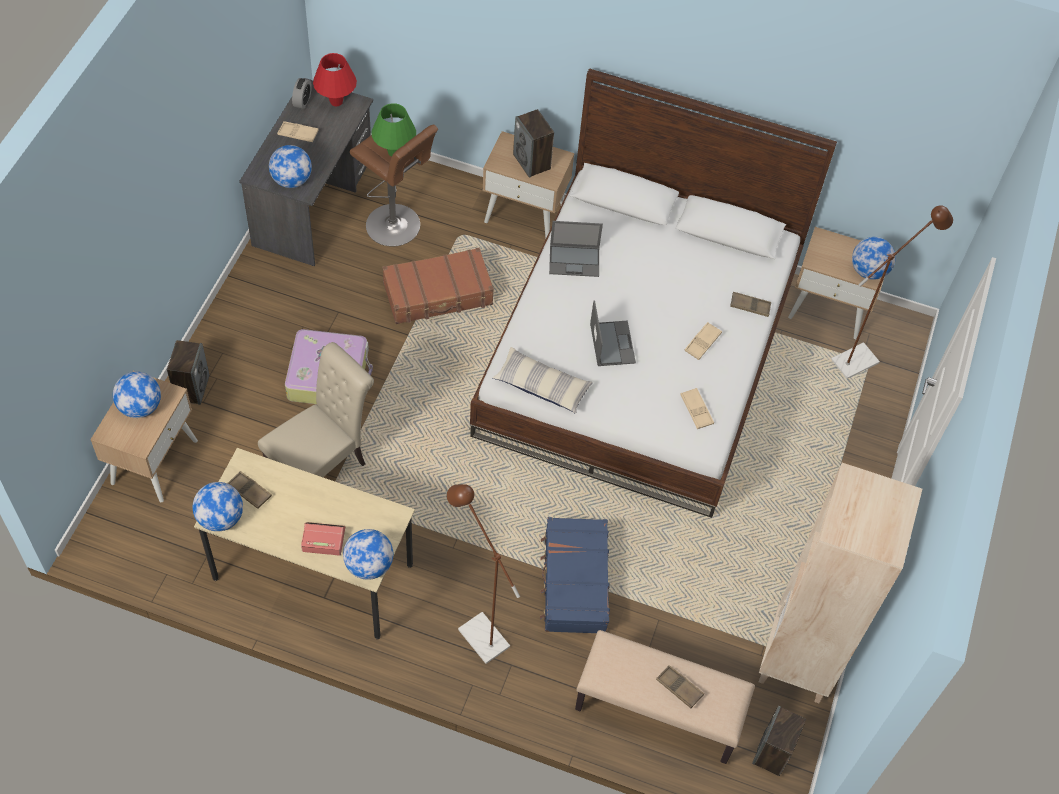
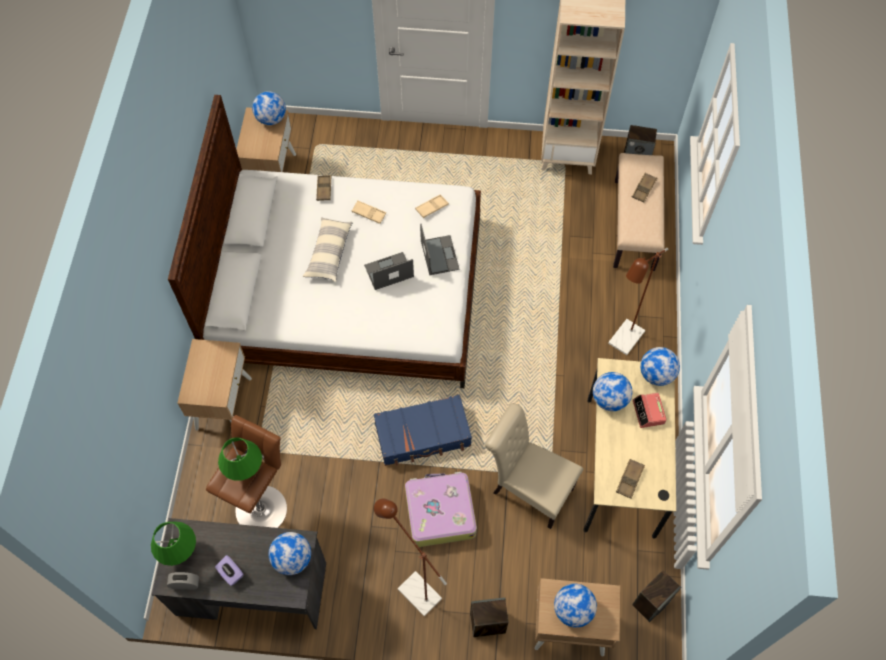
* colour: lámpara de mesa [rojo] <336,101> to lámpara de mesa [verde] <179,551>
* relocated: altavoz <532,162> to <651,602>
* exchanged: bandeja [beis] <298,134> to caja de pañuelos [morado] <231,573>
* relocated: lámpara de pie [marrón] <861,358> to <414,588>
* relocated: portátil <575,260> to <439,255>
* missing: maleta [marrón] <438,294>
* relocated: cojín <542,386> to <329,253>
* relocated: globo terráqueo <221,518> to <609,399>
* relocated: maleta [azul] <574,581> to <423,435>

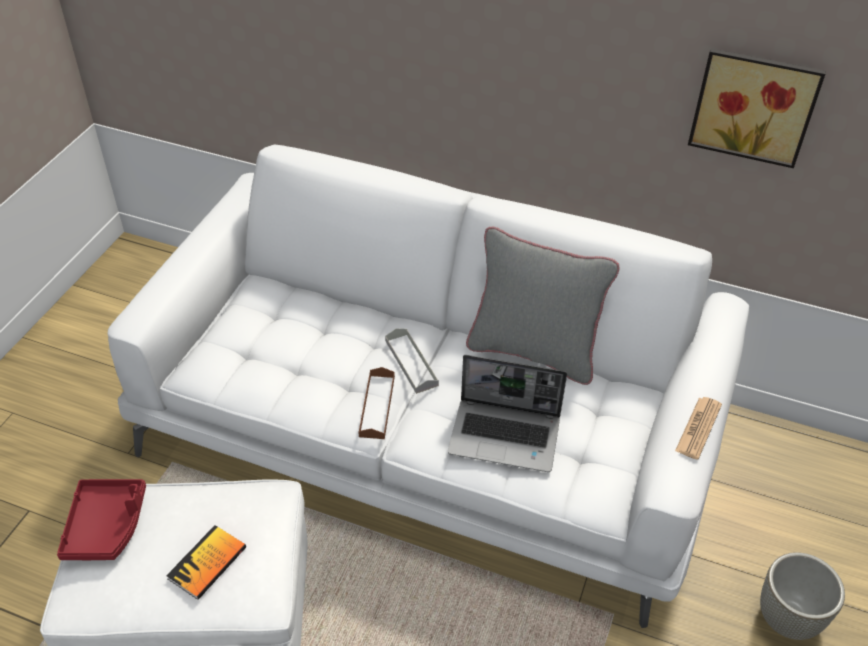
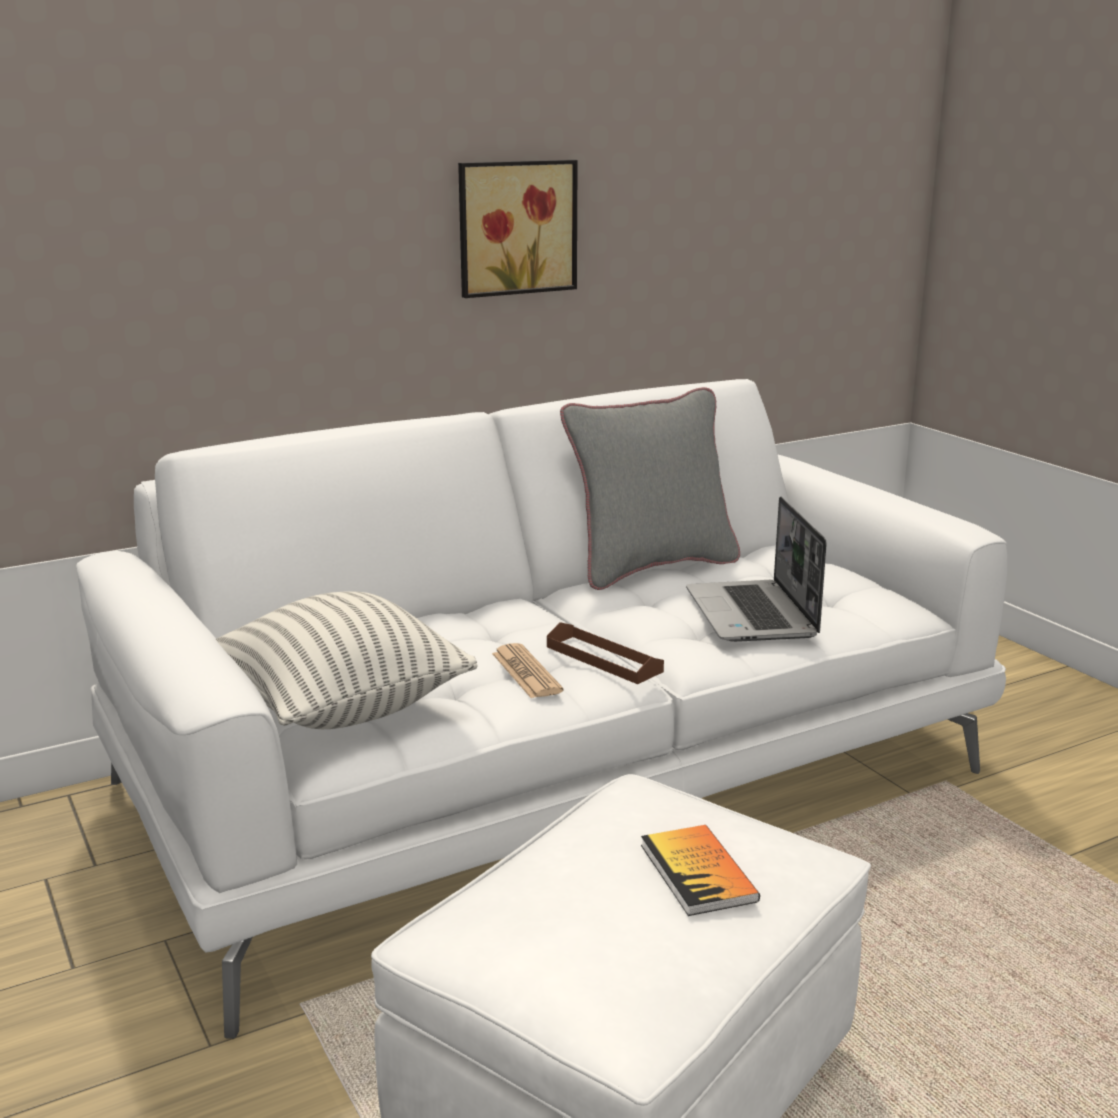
* relocated: cuadro <754,105> to <515,227>
* missing: bandeja [gris] <411,363>
* spun: portátil <506,436> = <753,615> 120 degrees clockwise
* relocated: periódico <698,428> to <526,672>
* missing: bandeja [rojo] <106,526>
* missing: maceta [gris] <787,619>
* appeared: cojín <340,708>

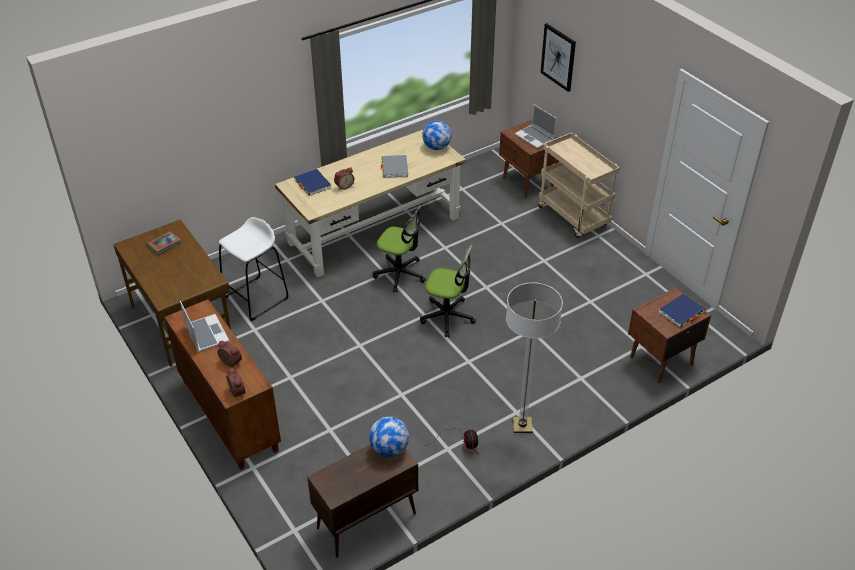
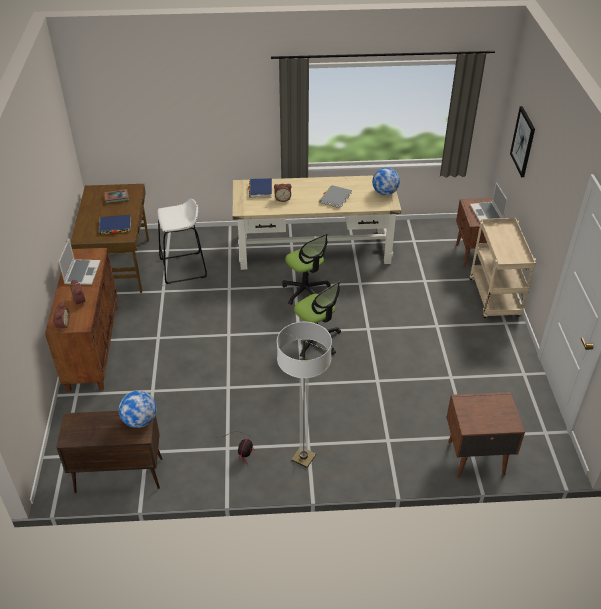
* relocated: libro [azul] <681,312> to <115,226>

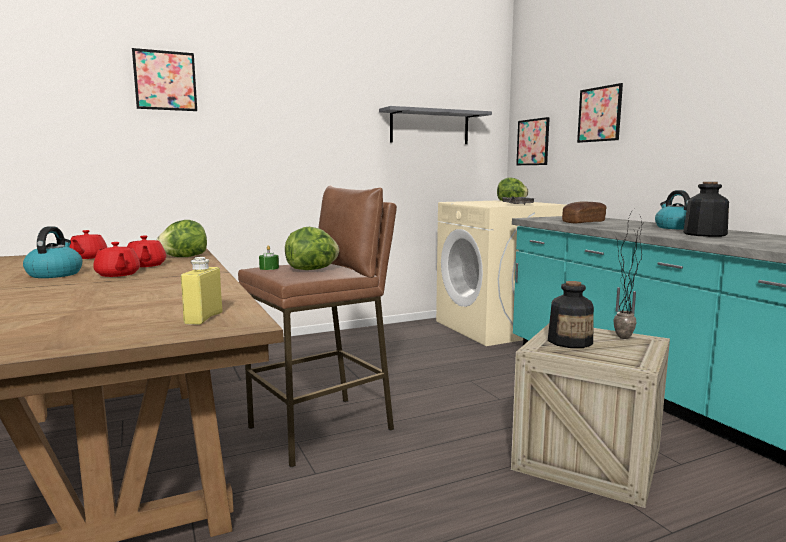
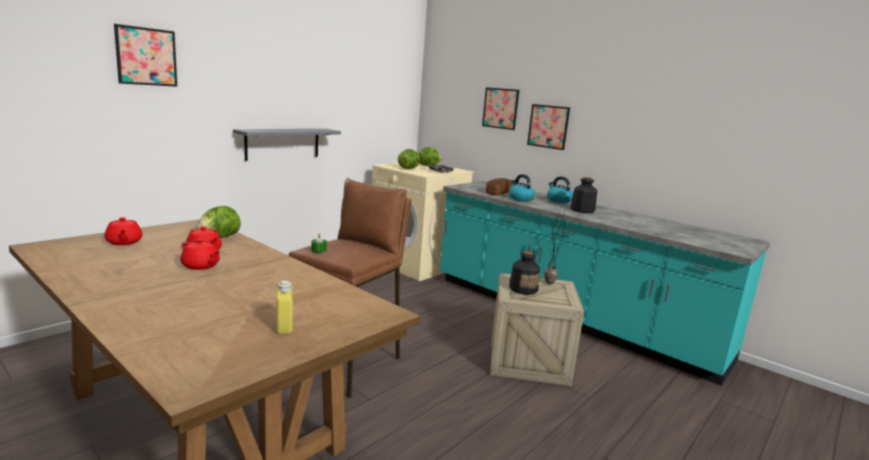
* relocated: estante [gris] <429,127> to <283,143>
* relocated: cuadro <533,142> to <548,126>
* relocated: hervidor <55,274> to <520,199>
* relocated: lechuga <313,269> to <409,168>
* relocated: botella [amarillo] <203,318> to <284,325>

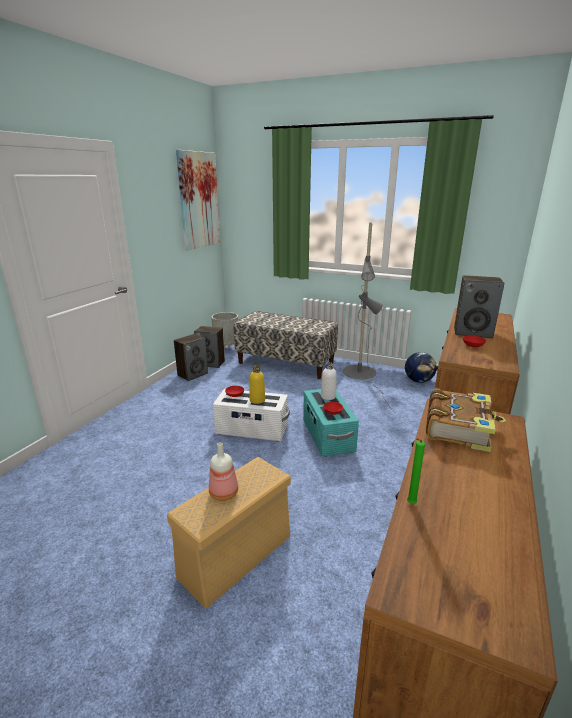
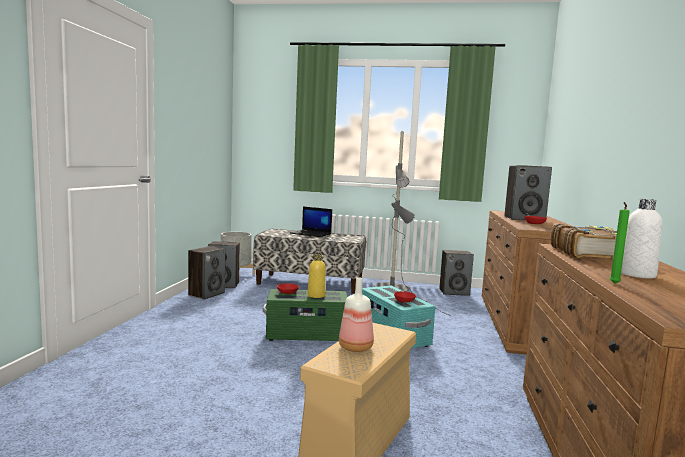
* missing: cuadro <198,200>
* exchanged: globo terráqueo <418,381> to altavoz <454,292>
* relocated: botella [blanco] <328,396> to <637,274>
* colour: caja de almacenaje [blanco] <252,430> to caja de almacenaje [verde] <306,335>
* appeared: portátil <311,234>

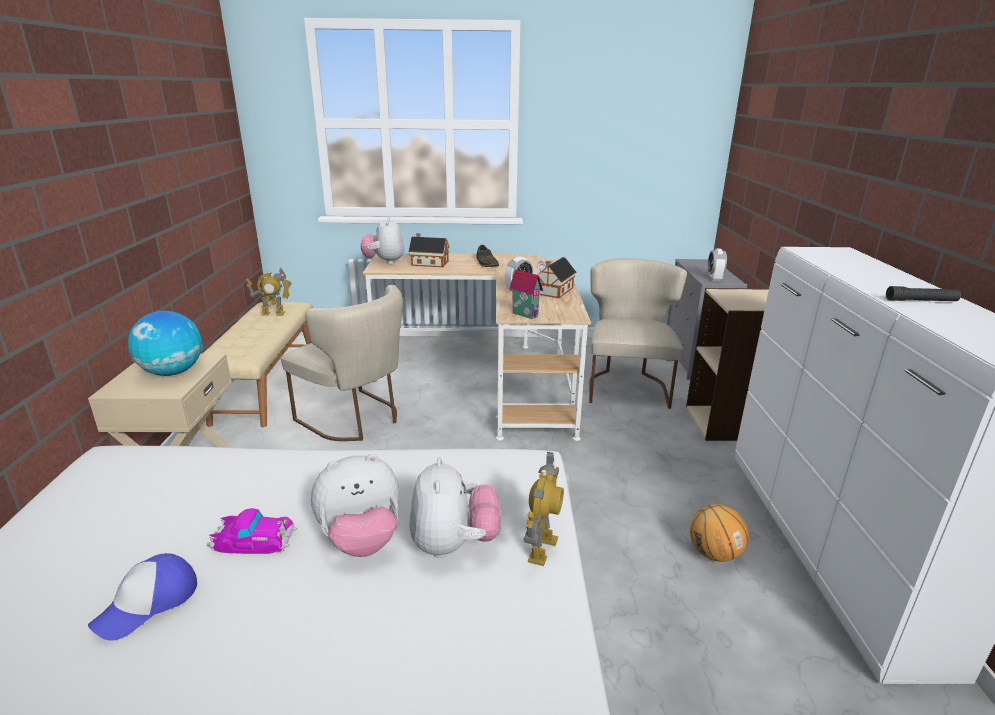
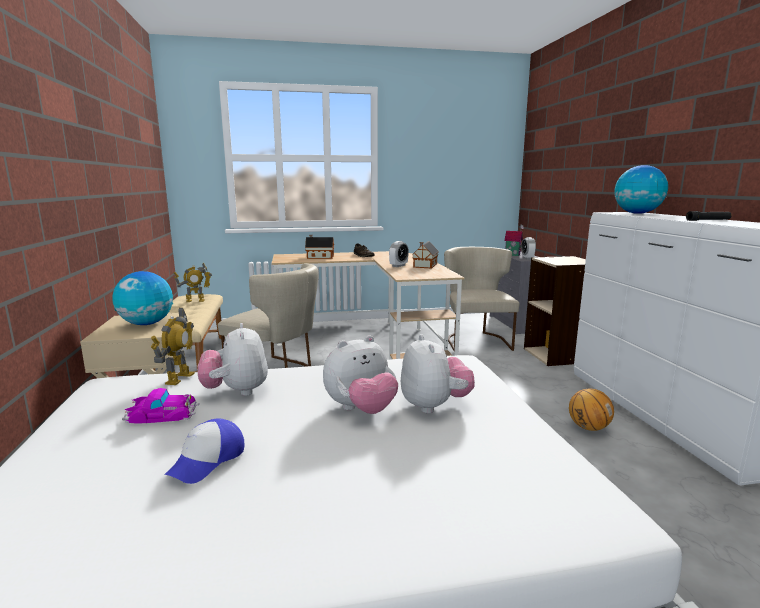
* relocated: peluche <384,262> to <236,391>
* relocated: casita <526,314> to <512,255>
* relocated: robot de juguete <541,549> to <179,378>
* relocated: coche de juguete <253,539> to <162,414>
* appeared: globo terráqueo <637,213>

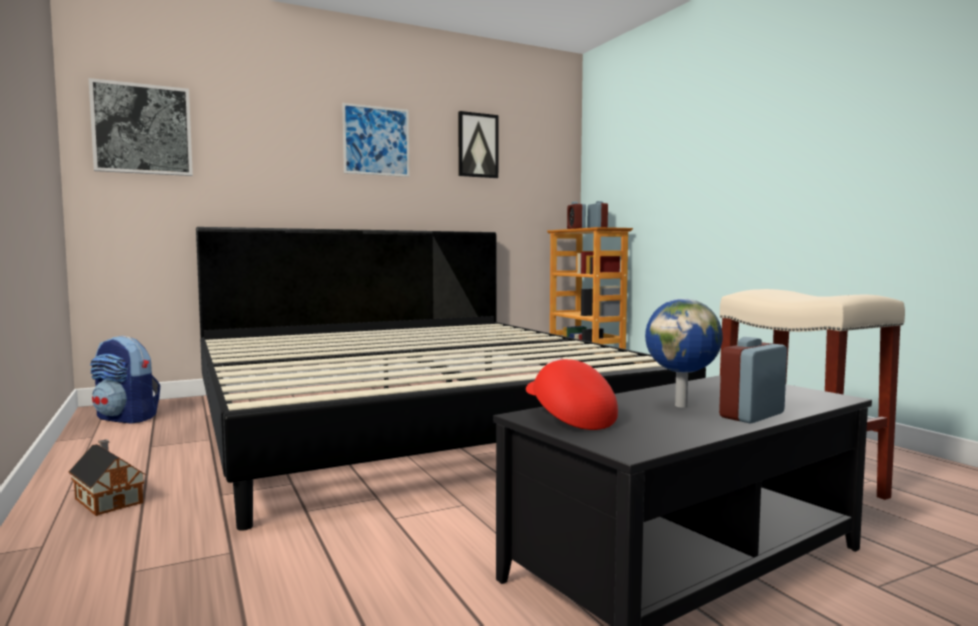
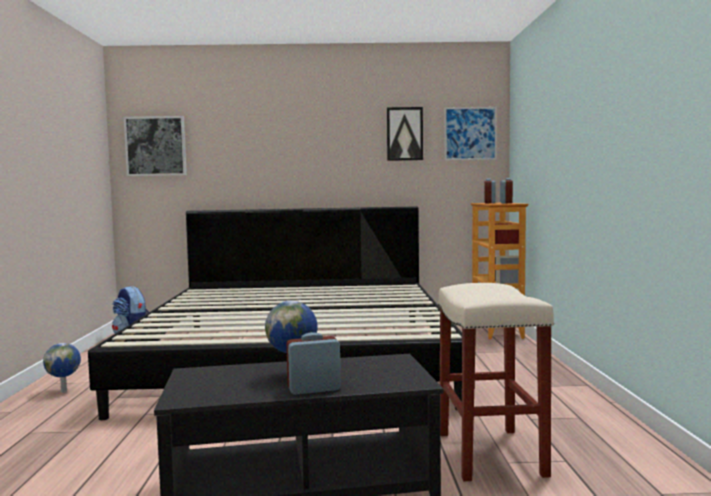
* relocated: cuadro <376,141> to <470,133>
* missing: gorra [rojo] <568,418>
* exchanged: casita <108,499> to globo terráqueo <64,391>

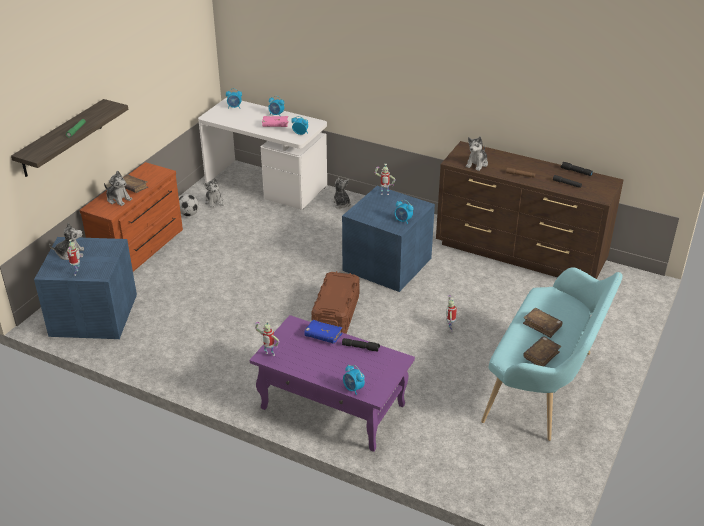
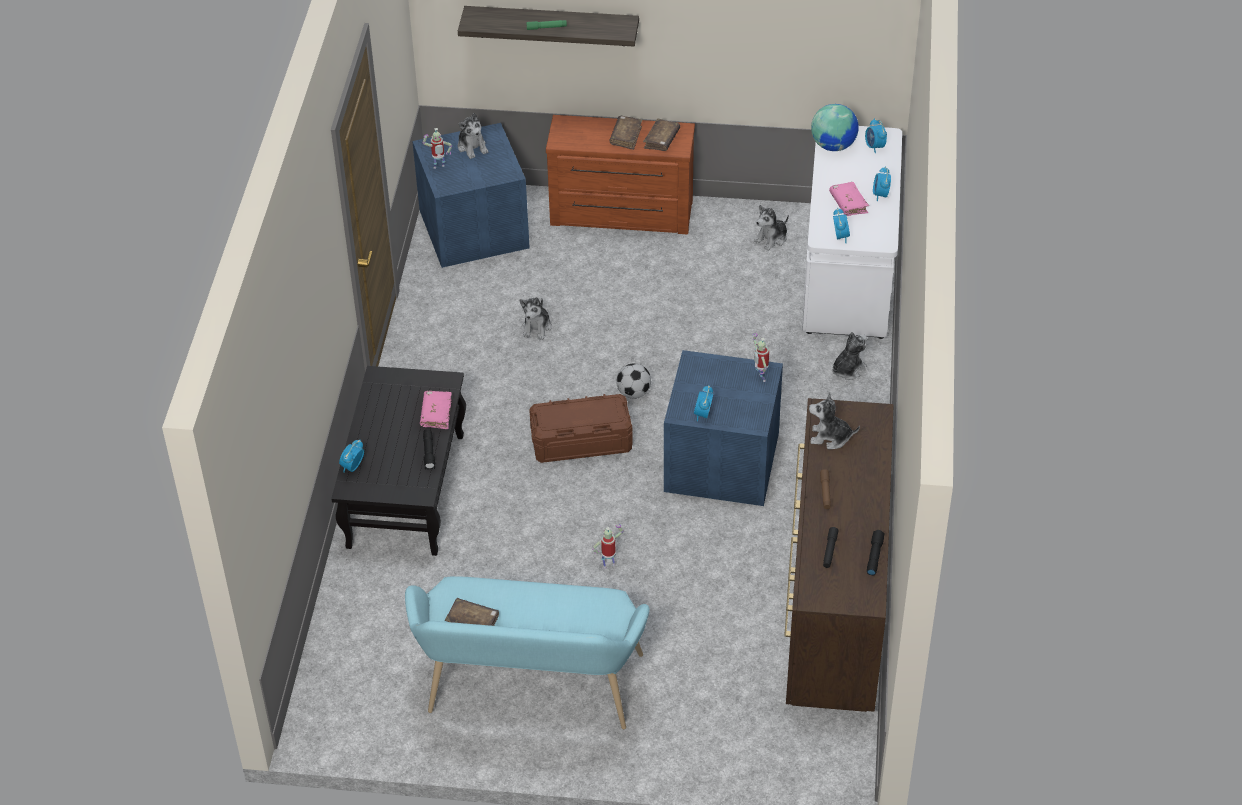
* relocated: peluche <118,199> to <537,327>
* relocated: balón de fútbol <188,214> to <634,393>
* relocated: libro [marrón] <542,326> to <661,140>
* colour: mesa de centro [morado] <334,407> to mesa de centro [negro] <406,491>
* colour: libro [azul] <323,336> to libro [rosa] <436,414>
* missing: robot de juguete <269,355>
* appeared: globo terráqueo <833,145>

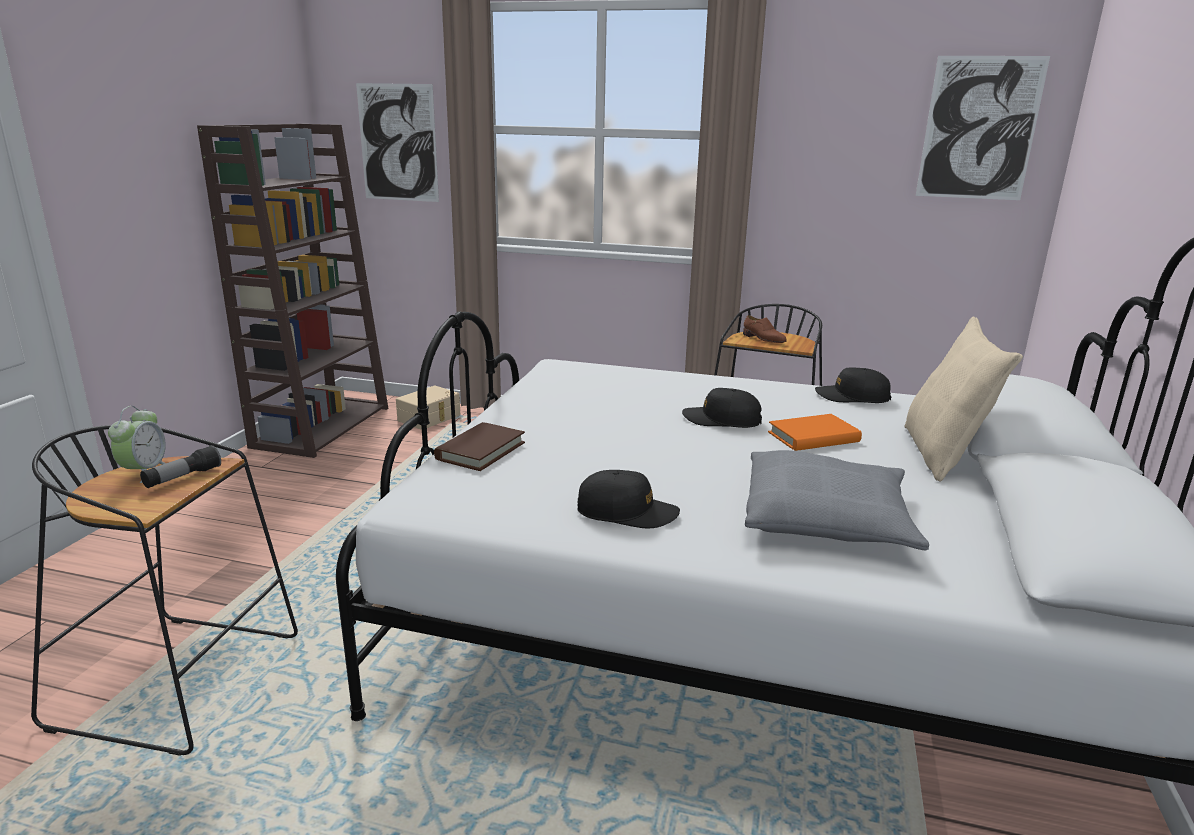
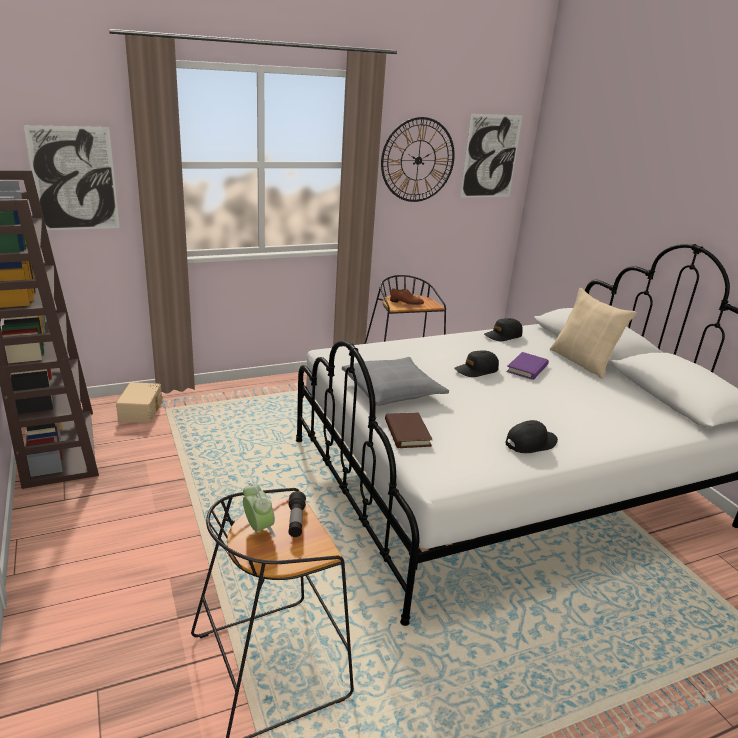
* colour: libro [naranja] <813,437> to libro [morado] <527,368>
* relocated: cojín [gris] <827,518> to <393,390>
* appeared: reloj de pared <418,160>

